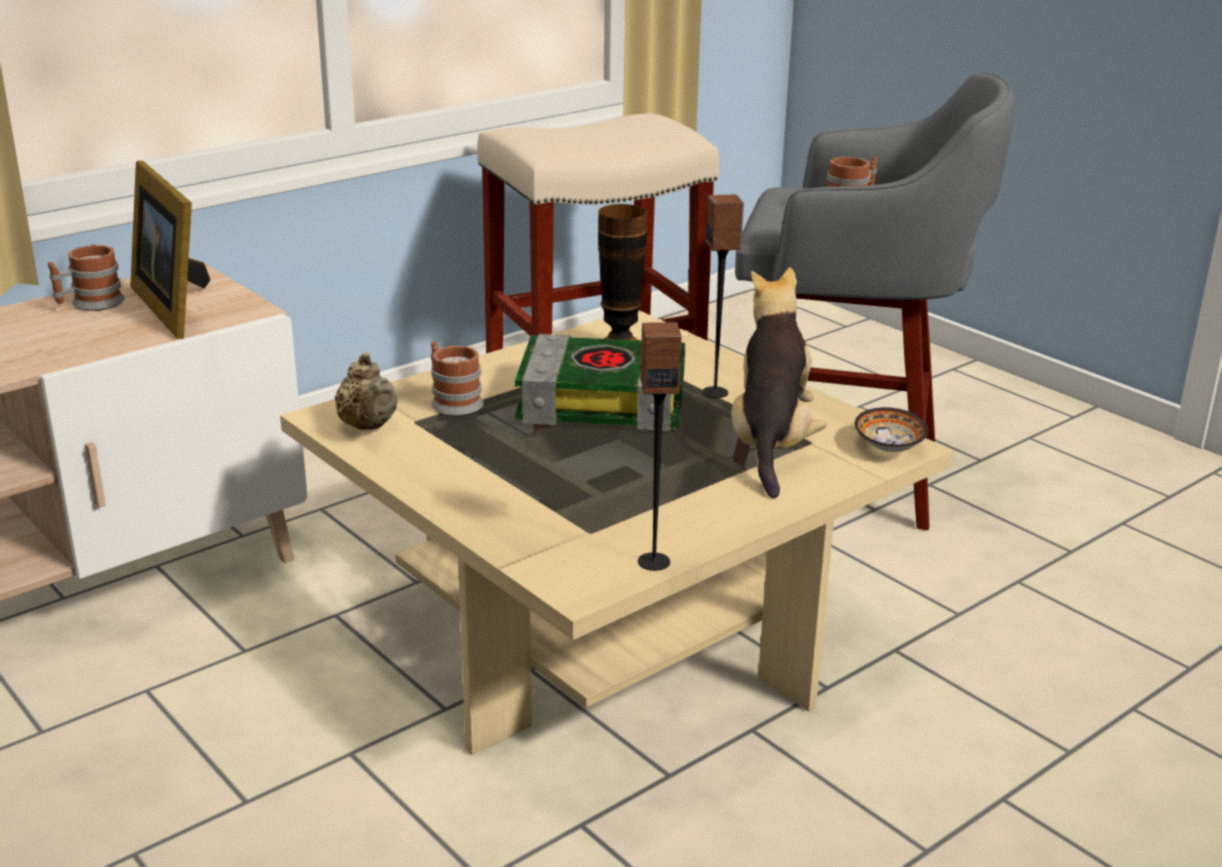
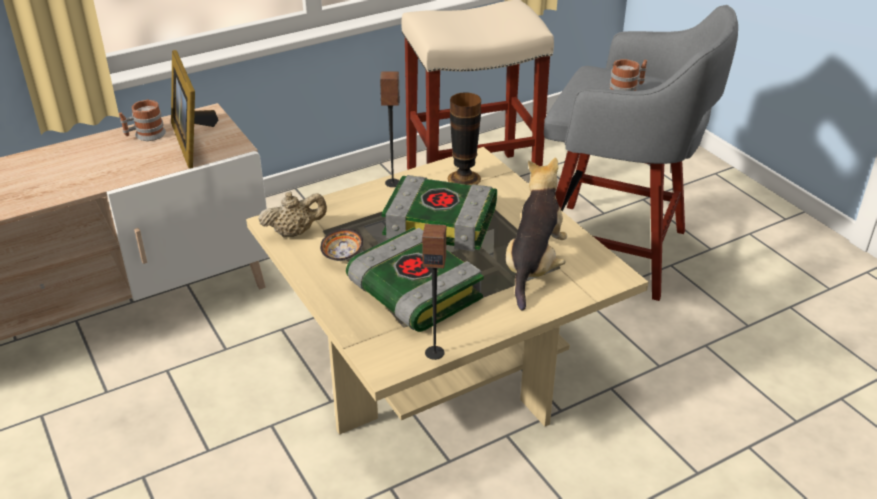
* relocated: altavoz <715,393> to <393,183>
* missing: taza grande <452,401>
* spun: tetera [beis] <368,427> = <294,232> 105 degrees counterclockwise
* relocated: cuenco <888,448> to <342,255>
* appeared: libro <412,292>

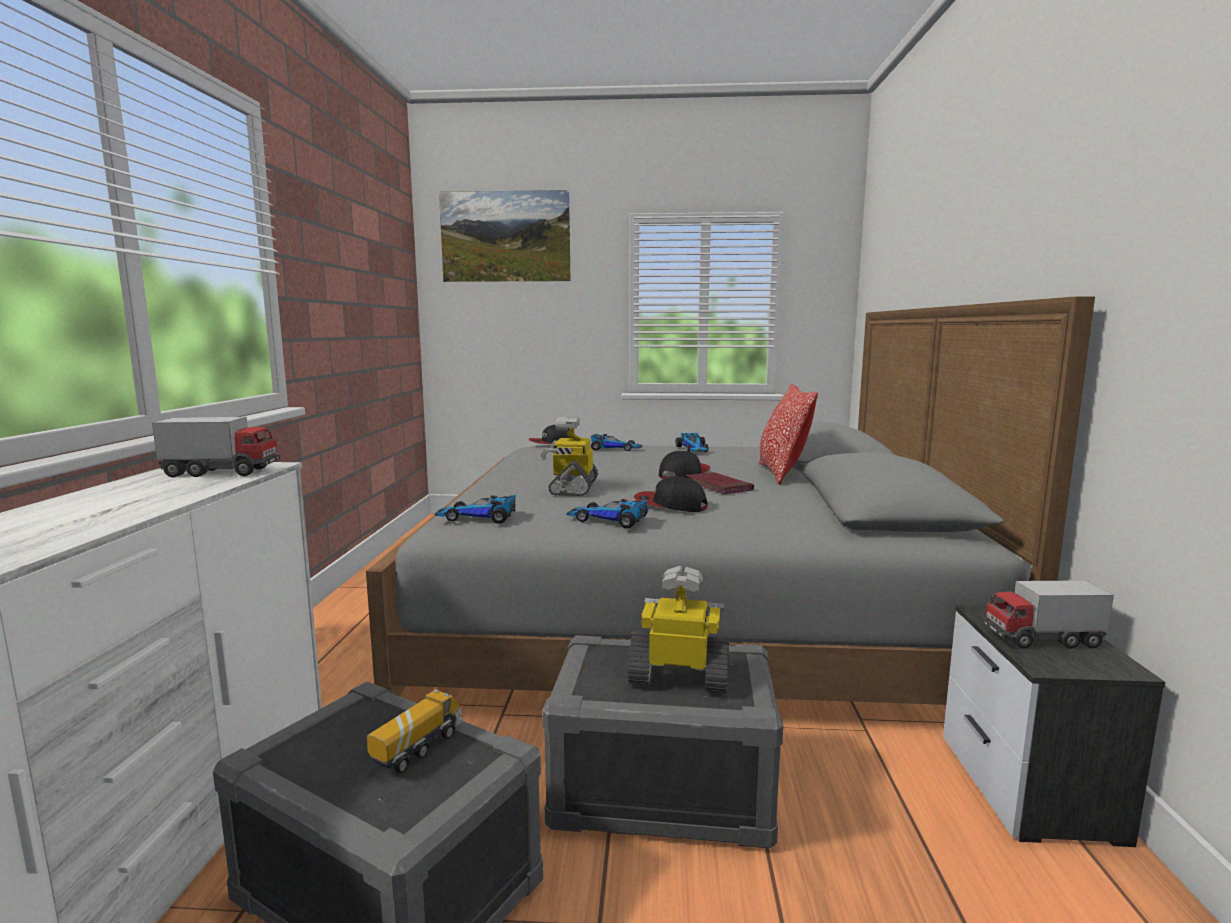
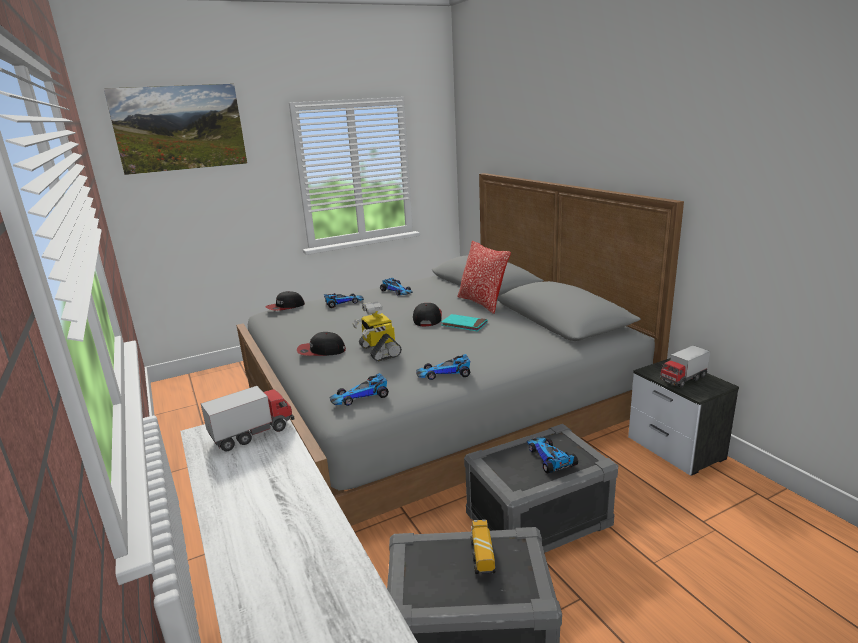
* colour: libro [rojo] <718,486> to libro [turquesa] <464,325>
* relocated: gorra <670,505> to <321,351>
* exchanged: robot de juguete <680,677> to coche de juguete <549,458>

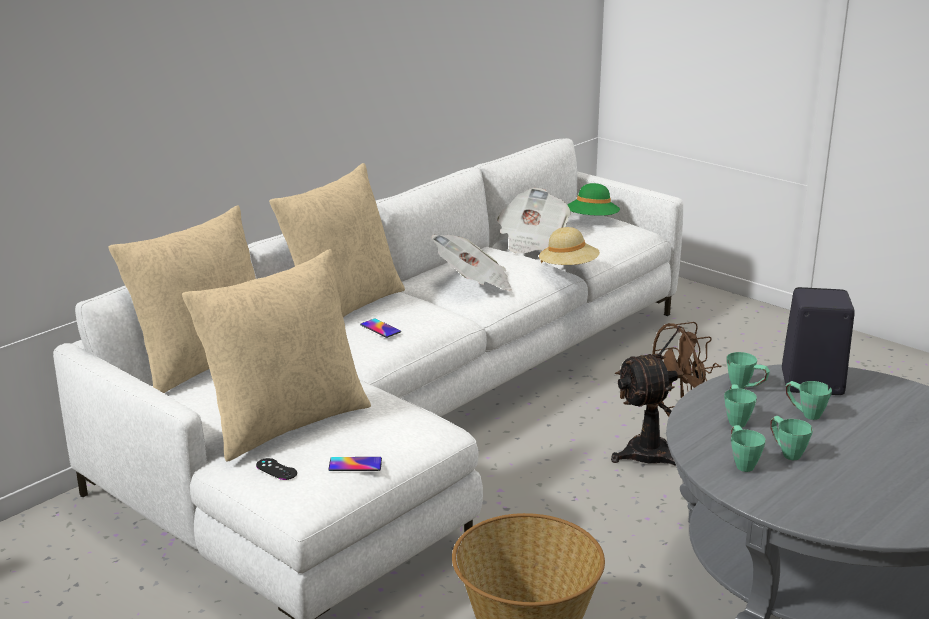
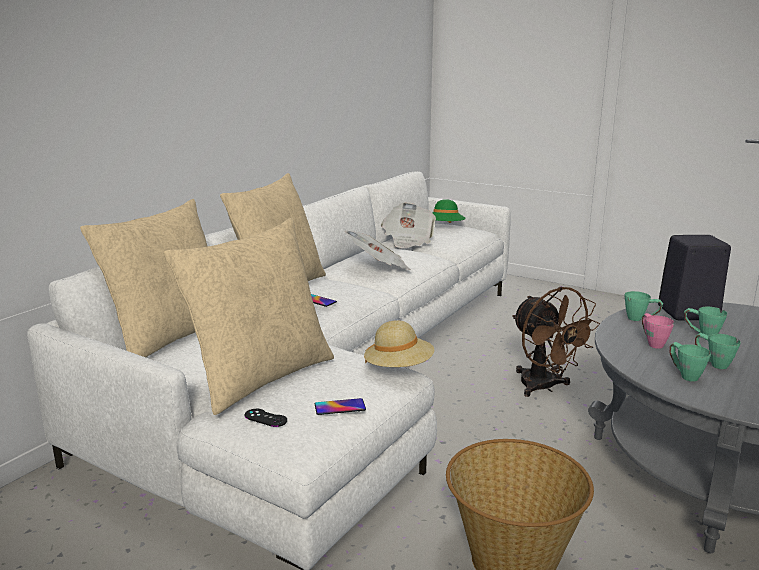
* relocated: sombrero [beis] <568,268> to <399,368>
* spun: ventilador [marrón] <661,452> = <544,387> 90 degrees clockwise
* colour: taza grande [verde] <735,420> to taza grande [rosa] <652,343>

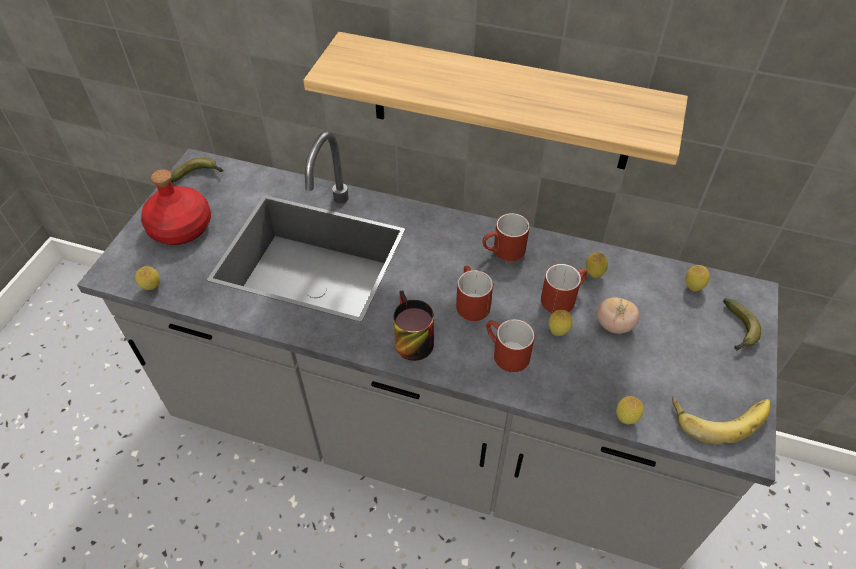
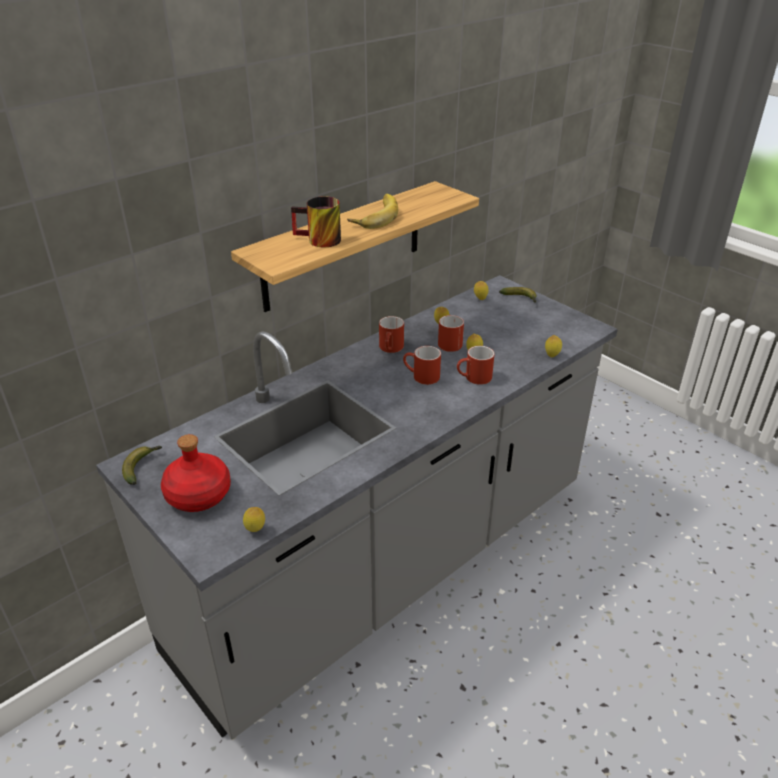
* relocated: taza grande <408,339> to <318,241>
* missing: tomate <614,325>
* relocated: plátano <719,414> to <374,216>

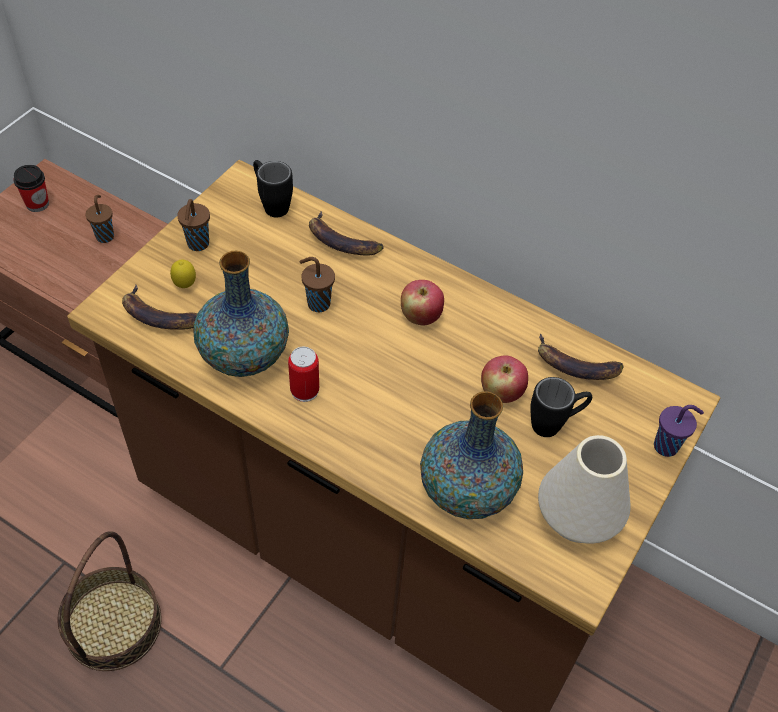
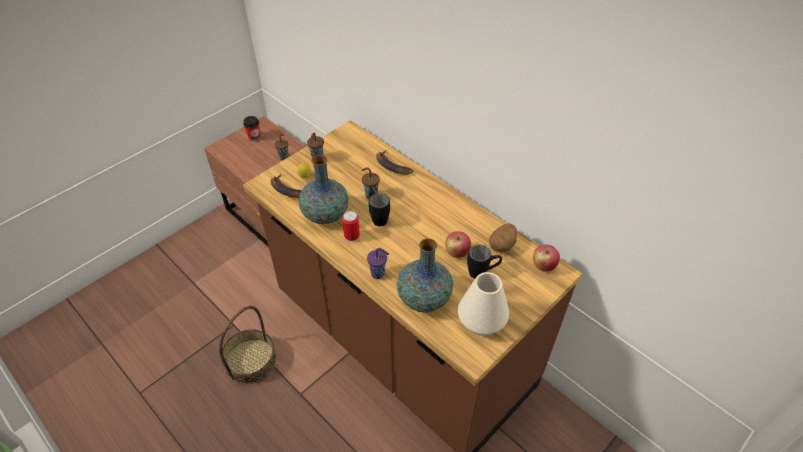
* relocated: taza grande [negro] <271,204> to <377,217>
* relocated: manzana <420,316> to <543,266>
* exchanged: plátano <575,365> to patata <502,245>
* relocated: taza [morado] <667,446> to <378,274>

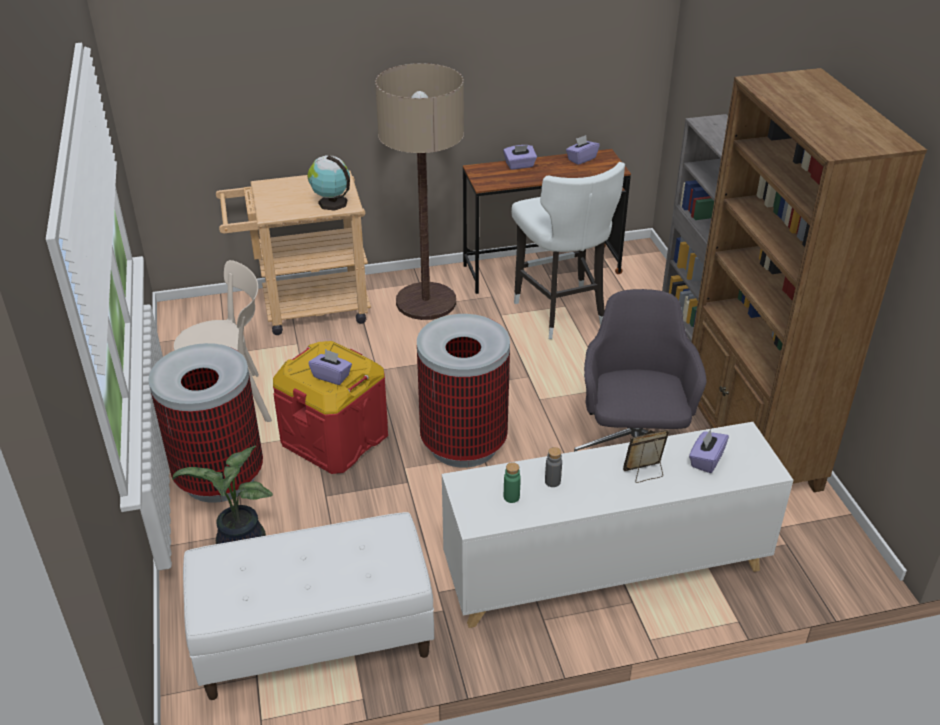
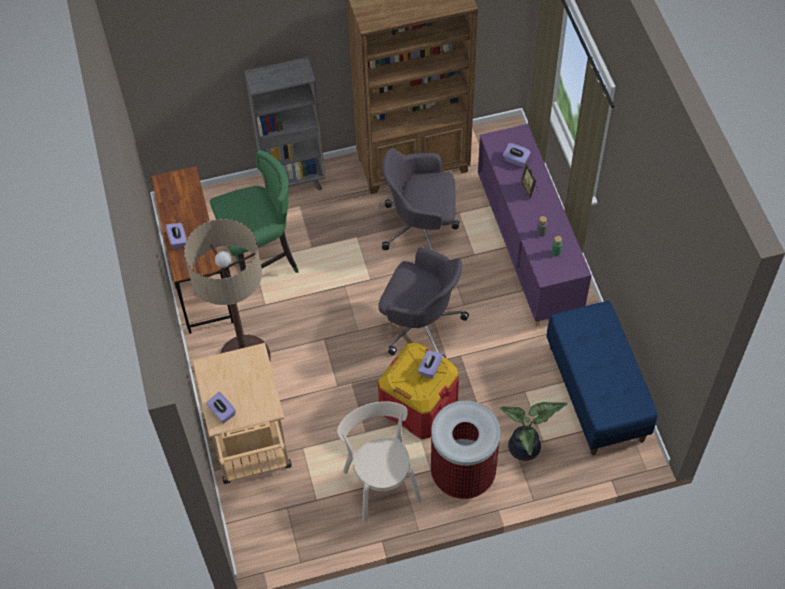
* relocated: caja de pañuelos [morado] <581,159> to <222,412>
* missing: globo terráqueo <331,202>
* colour: taburete [blanco] <560,312> to taburete [verde] <262,264>
* exchanged: papelera <463,444> to silla de oficina [gris] <420,324>
* colour: armario [blanco] <604,571> to armario [morado] <528,248>
* colour: banco [blanco] <314,640> to banco [azul] <596,393>

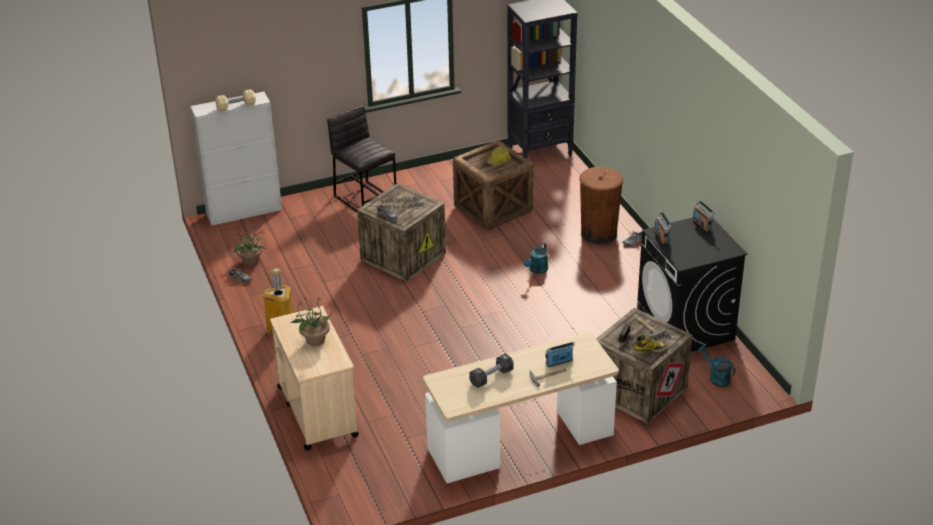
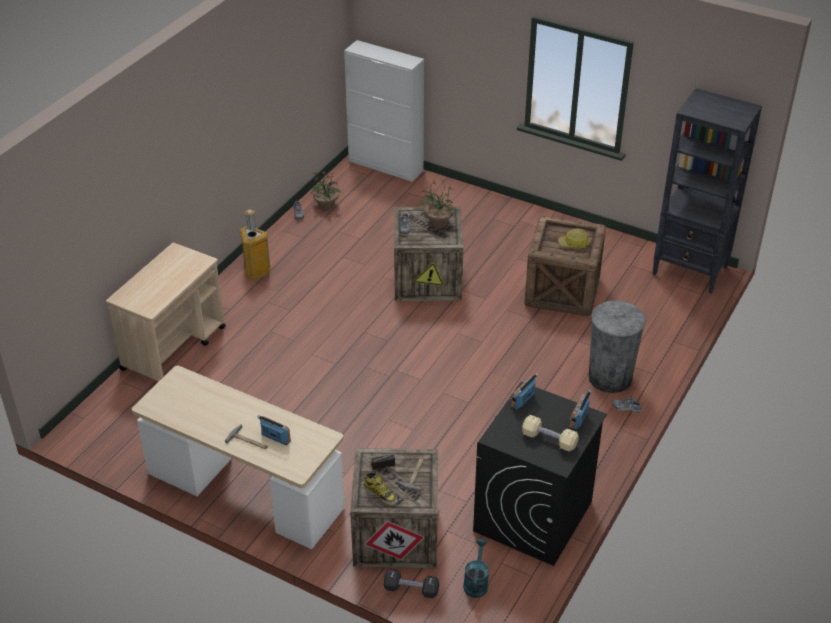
* relocated: mancuerna [beis] <236,106> to <549,440>
* missing: taburete [gris] <365,198>
* colour: papelera [marrón] <599,233> to papelera [gris] <610,377>
* missing: regadera [turquesa] <537,270>
* relocated: planta en maceta <314,340> to <438,223>
* relocated: mancuerna [negro] <491,377> to <411,589>

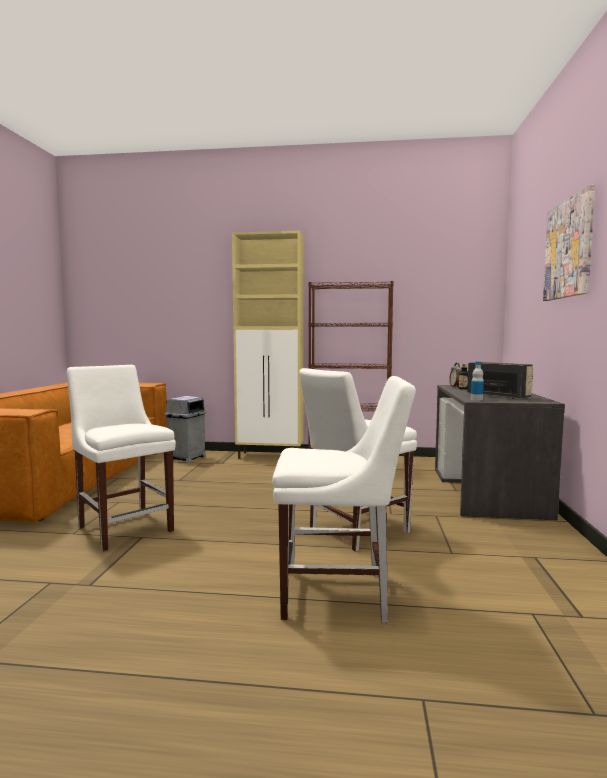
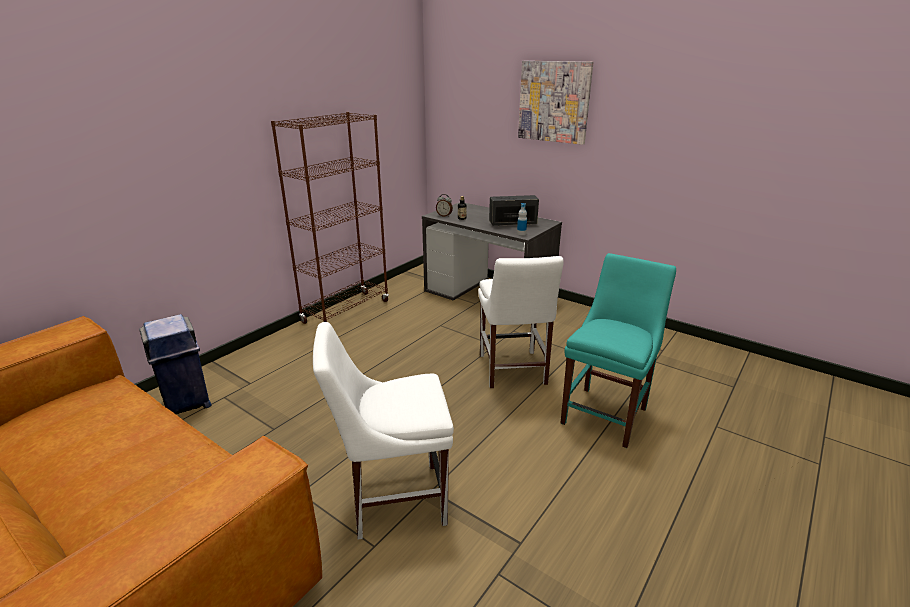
* missing: armario [beis] <271,456>
* colour: silla [blanco] <340,595> to silla [turquesa] <606,413>
* colour: papelera [gris] <186,458> to papelera [azul] <187,403>

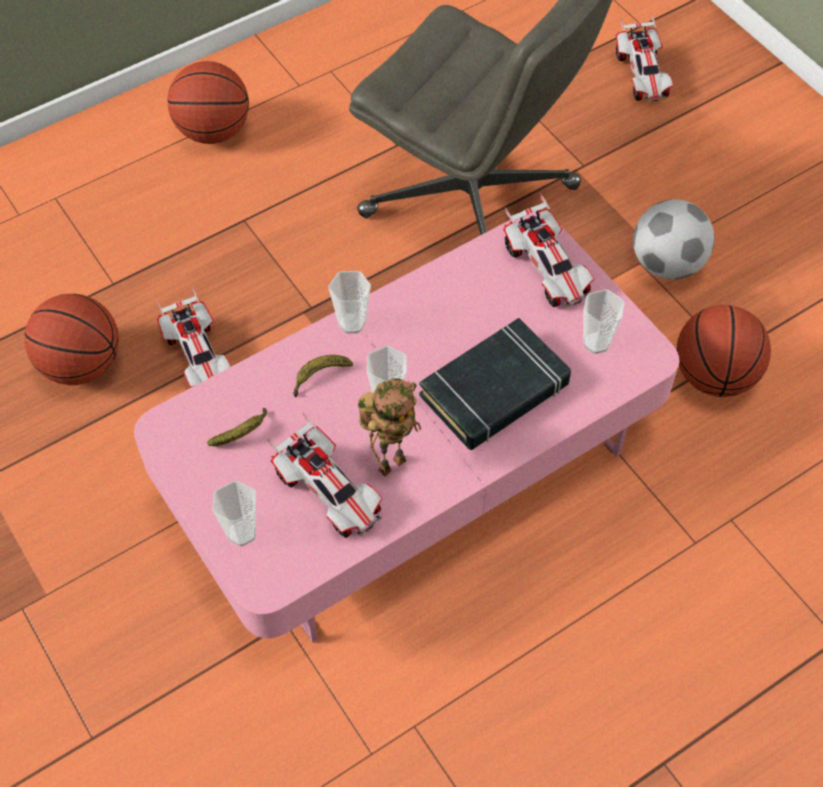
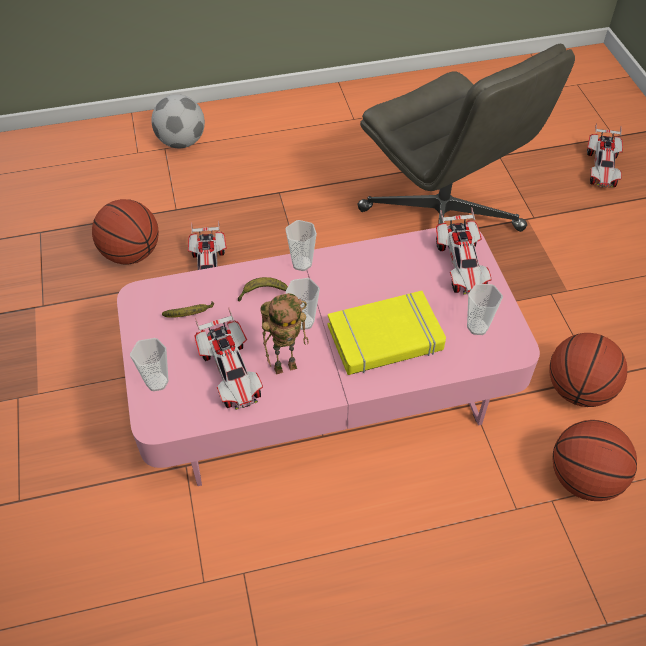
* relocated: balón de baloncesto <213,131> to <584,478>
* relocated: balón de fútbol <667,264> to <182,142>
* colour: libro [negro] <495,390> to libro [amarillo] <385,338>

